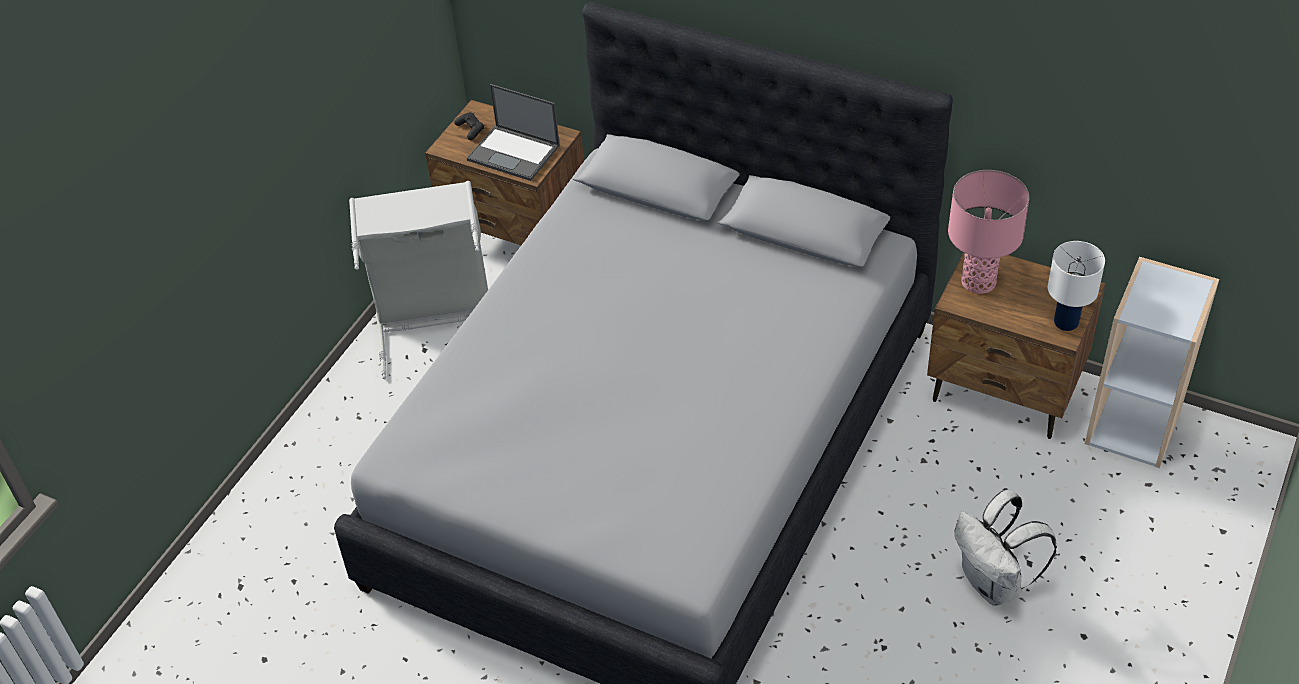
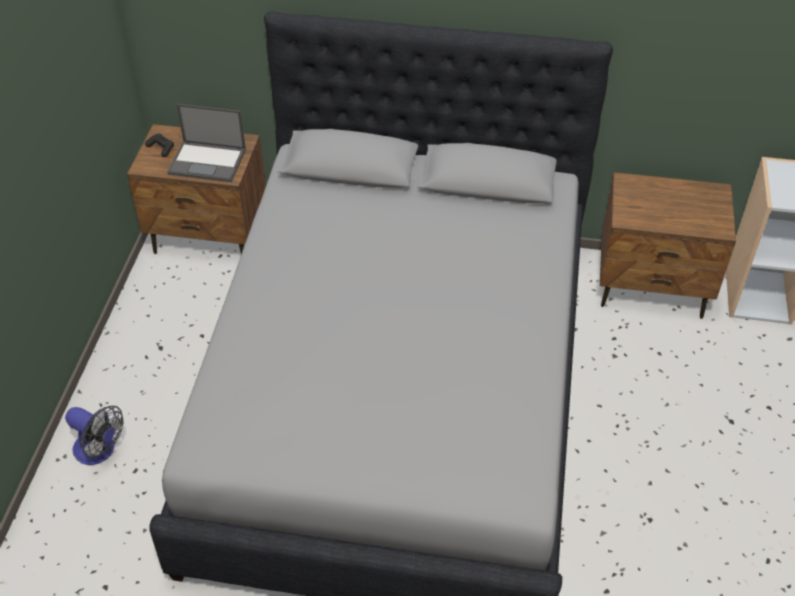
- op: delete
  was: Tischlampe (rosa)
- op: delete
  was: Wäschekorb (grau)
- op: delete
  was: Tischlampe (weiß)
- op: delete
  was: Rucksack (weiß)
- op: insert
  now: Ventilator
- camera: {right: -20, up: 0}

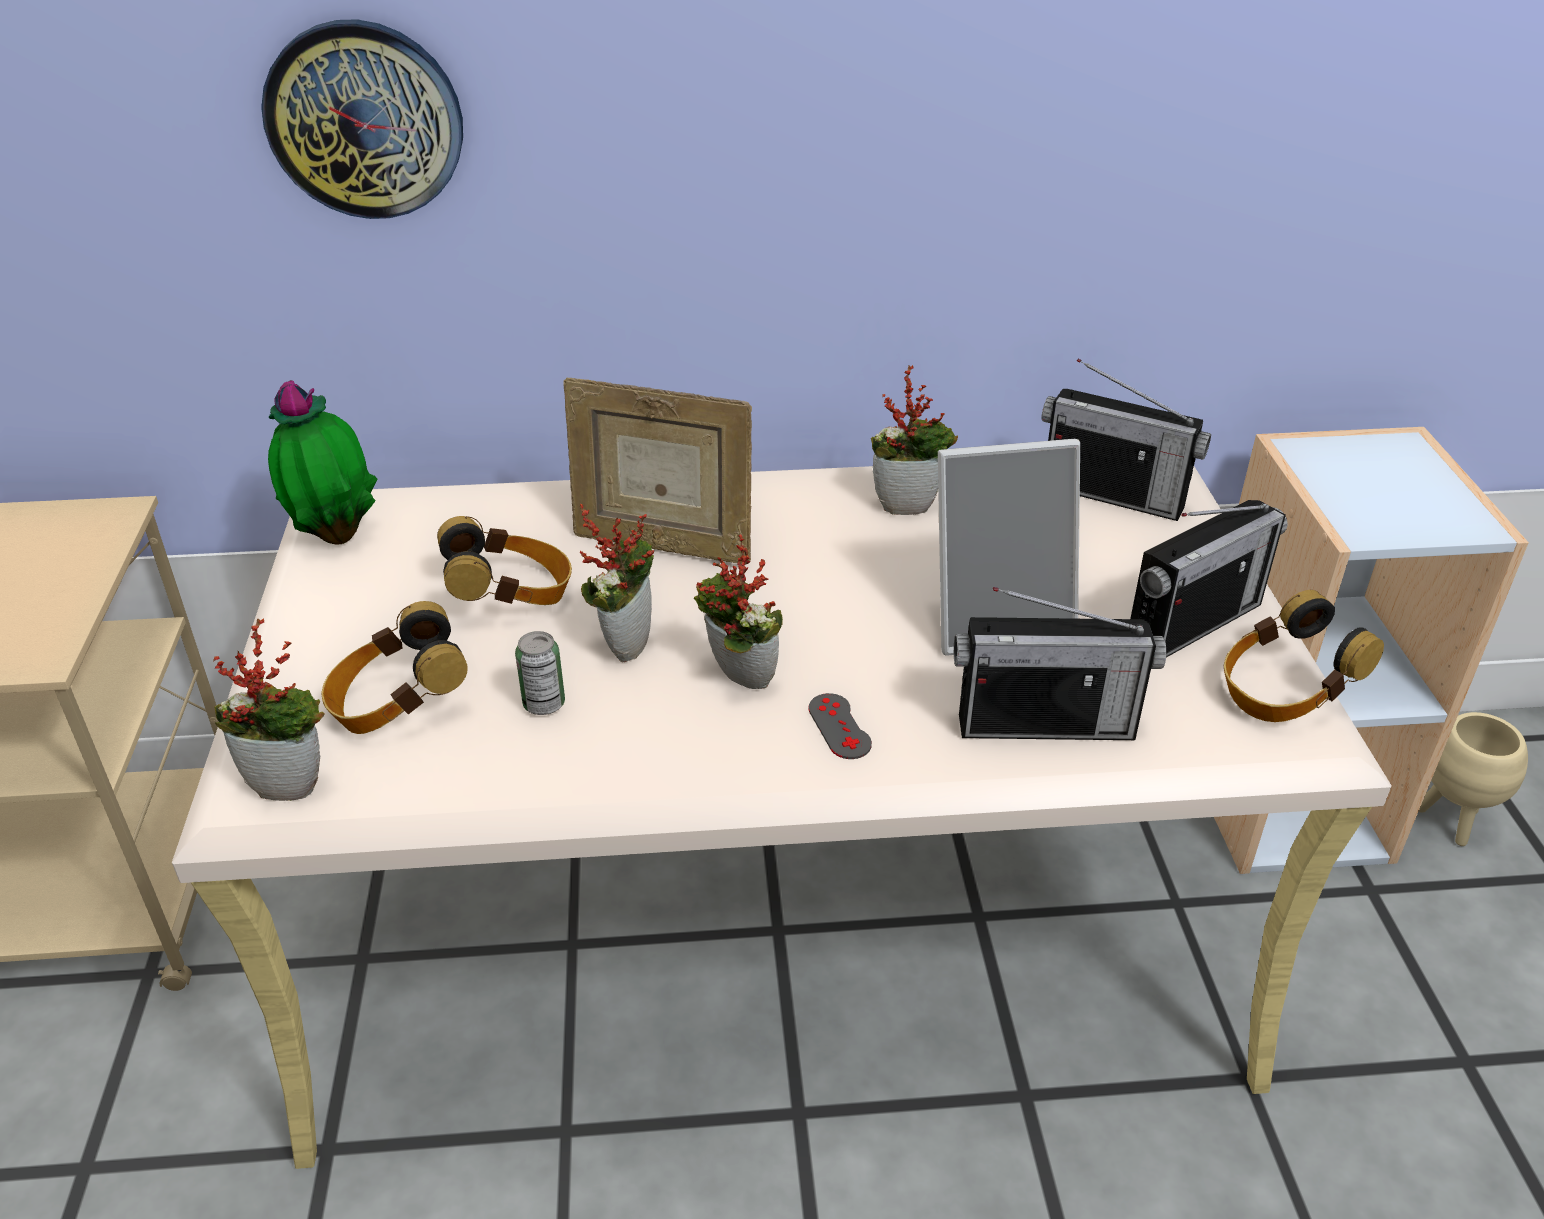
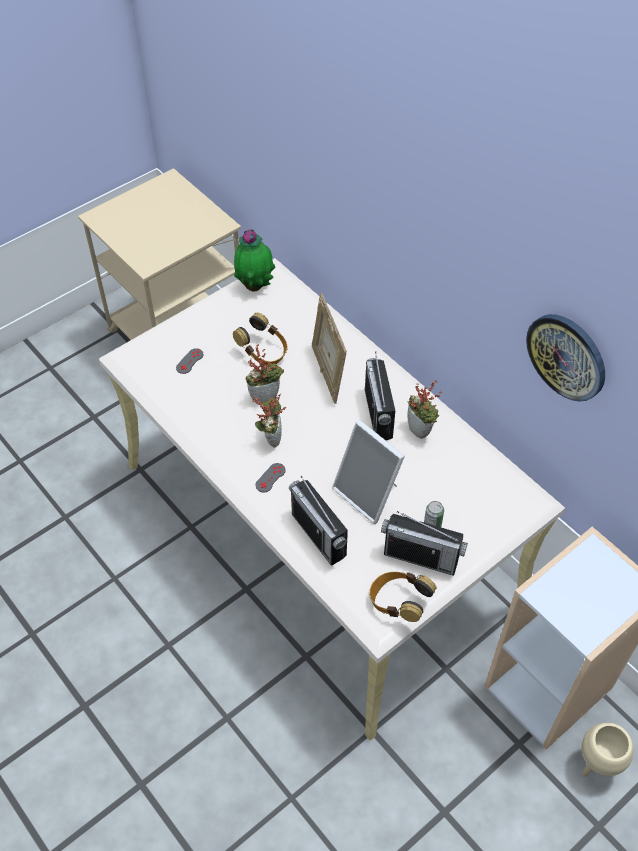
- op: move
  was: Wanduhr
- op: move
  was: Radio (2nd from left)
- op: replace
  was: Kopfhörer (1st from left)
  now: Gamepad (grau) (1st from left)
- op: delete
  was: Topfpflanze (1st from left)
- op: move
  was: Dose
- camera: {right: 55, up: 15}

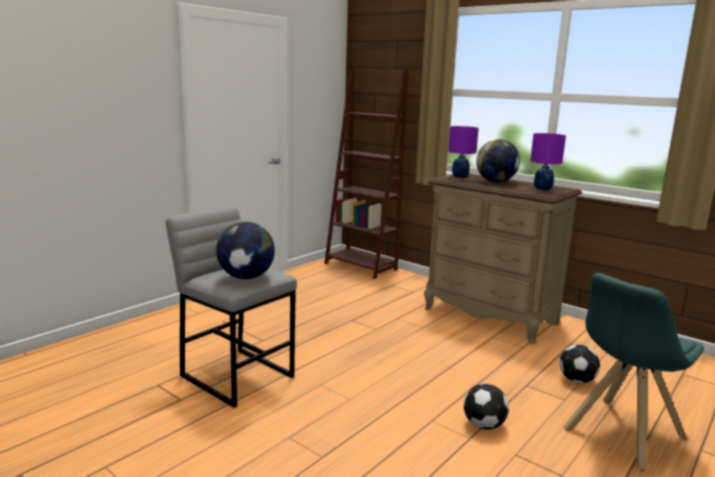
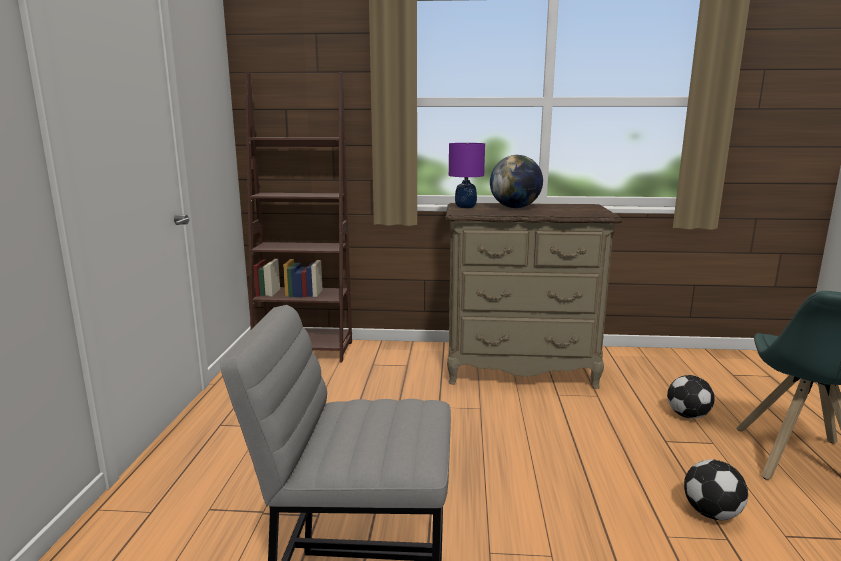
- op: delete
  was: Tischlampe (lila) (2nd from left)
- op: delete
  was: Globus (1st from left)
- camera: {right: -35, up: 0}

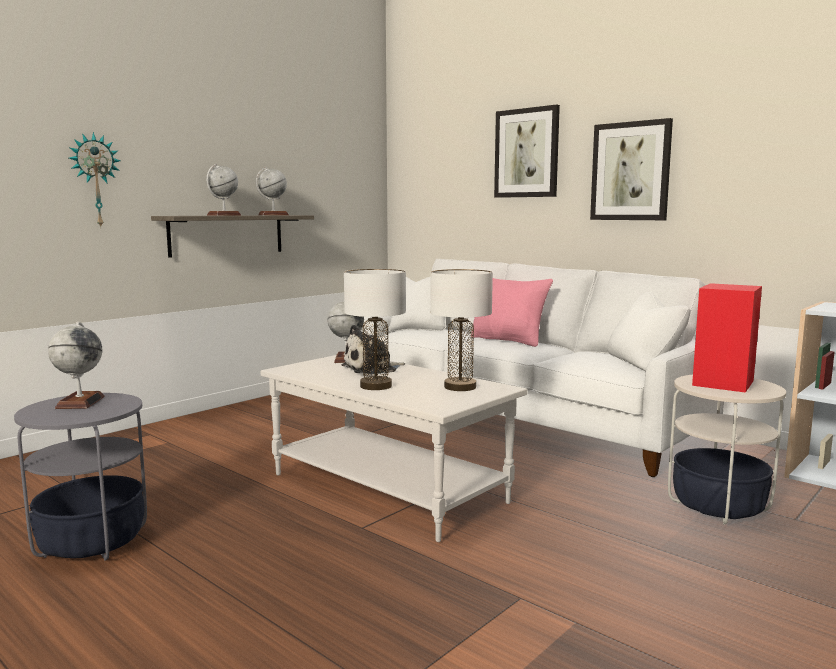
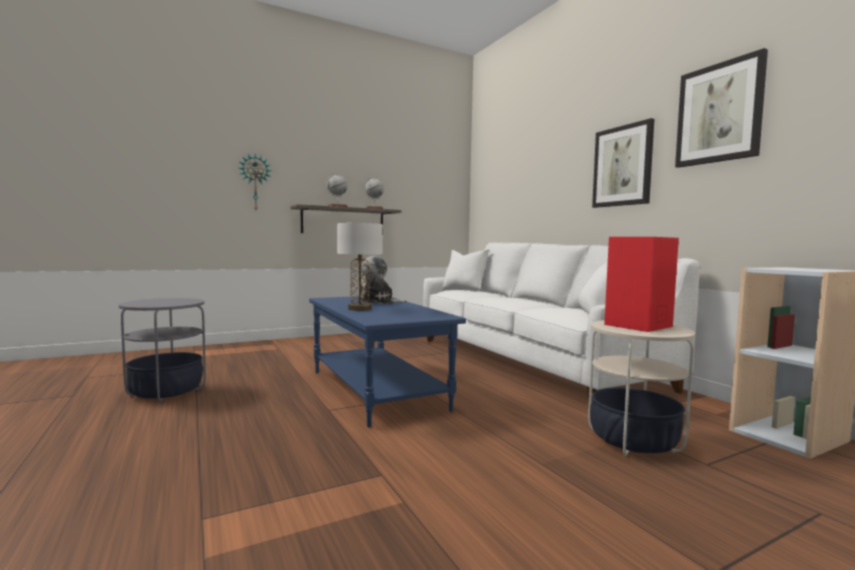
- op: move
  was: Bild (1st from left in the first image)
  now: Bild (2nd from left)
- op: delete
  was: Tischlampe (2nd from left)
- op: delete
  was: Kissen (rosa)
- op: delete
  was: Globus (1st from left)
- op: recolor
  was: Couchtisch (weiß)
  now: Couchtisch (blau)
- camera: {right: 20, up: -5}

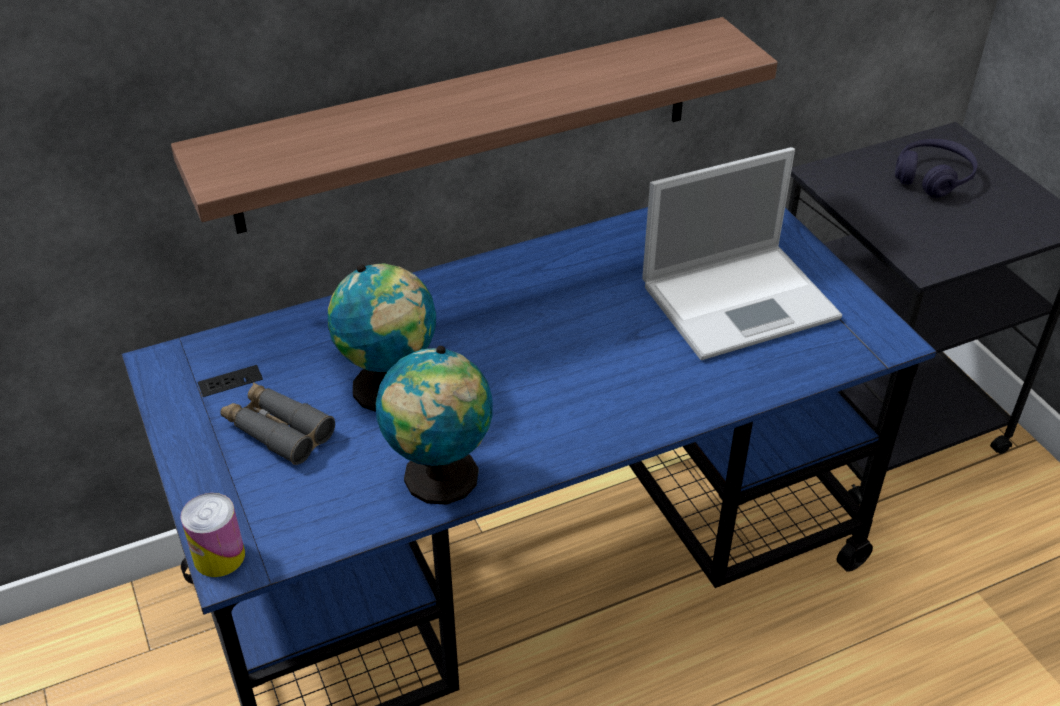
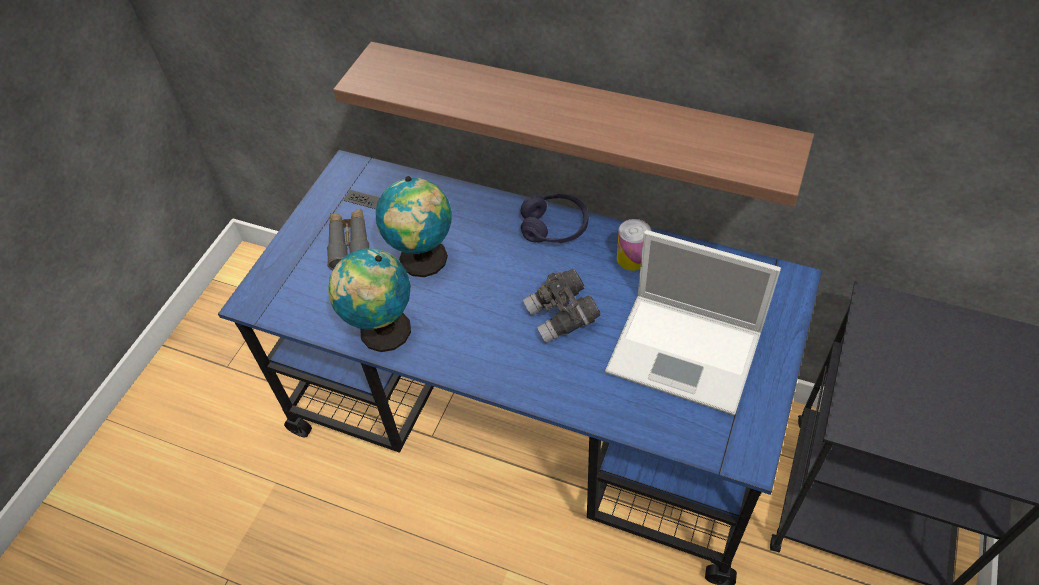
- op: move
  was: Kopfhörer (lila)
- op: move
  was: Dose
- op: insert
  now: Fernglas (grau) (2nd from left)
- camera: {right: 50, up: 10}

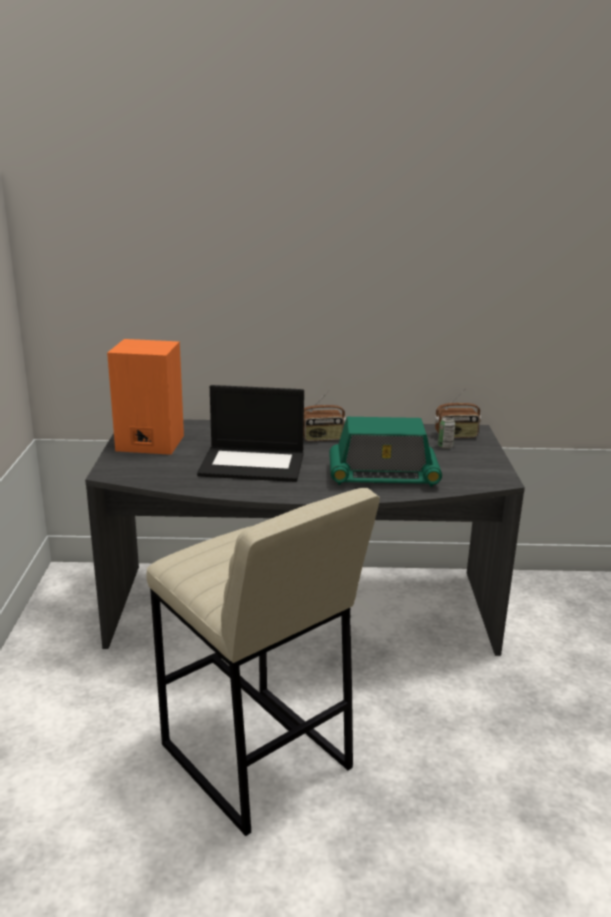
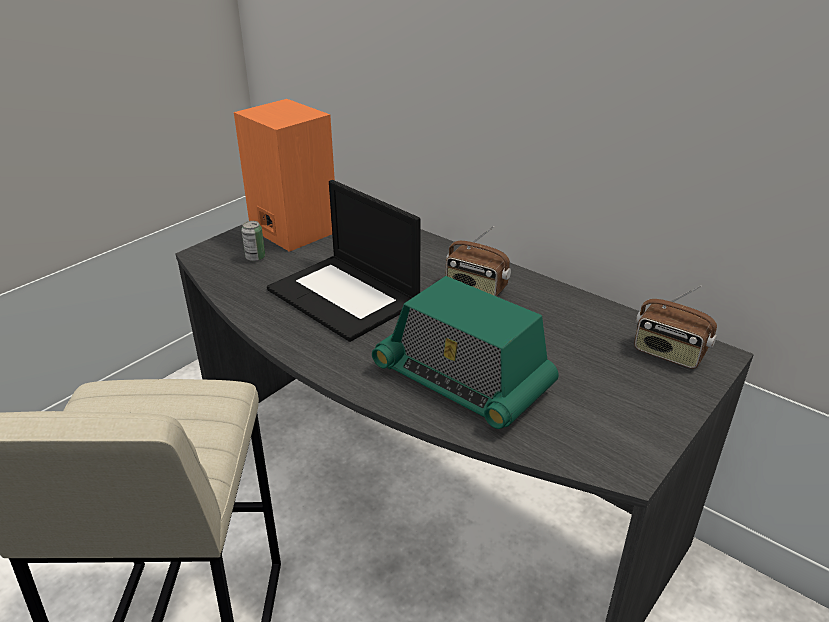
- op: move
  was: Dose
- camera: {right: 40, up: 10}

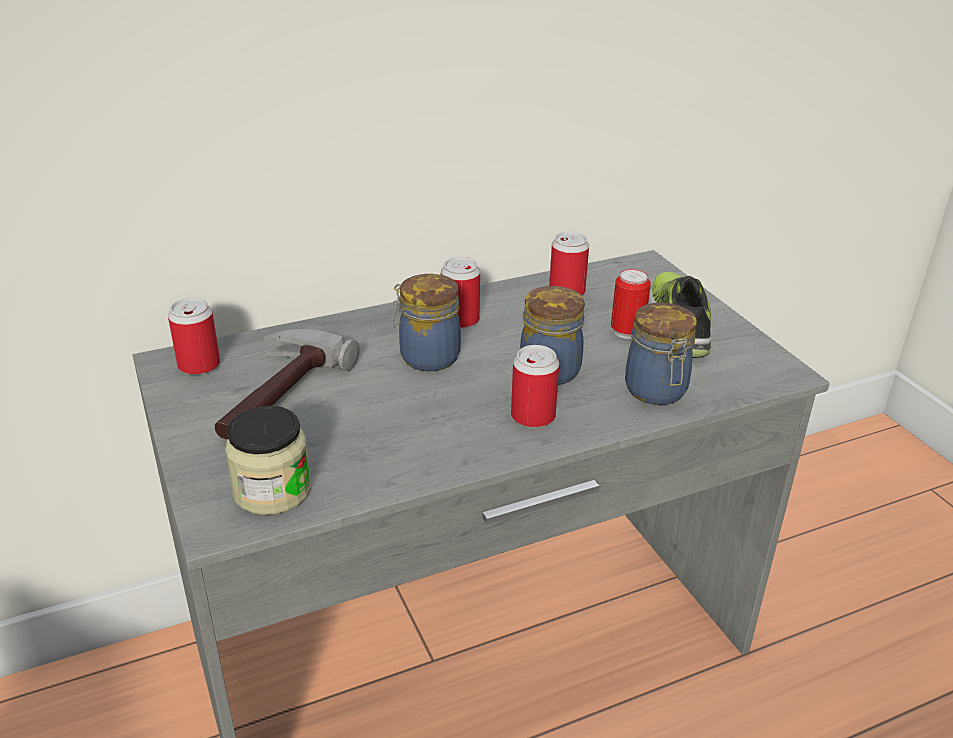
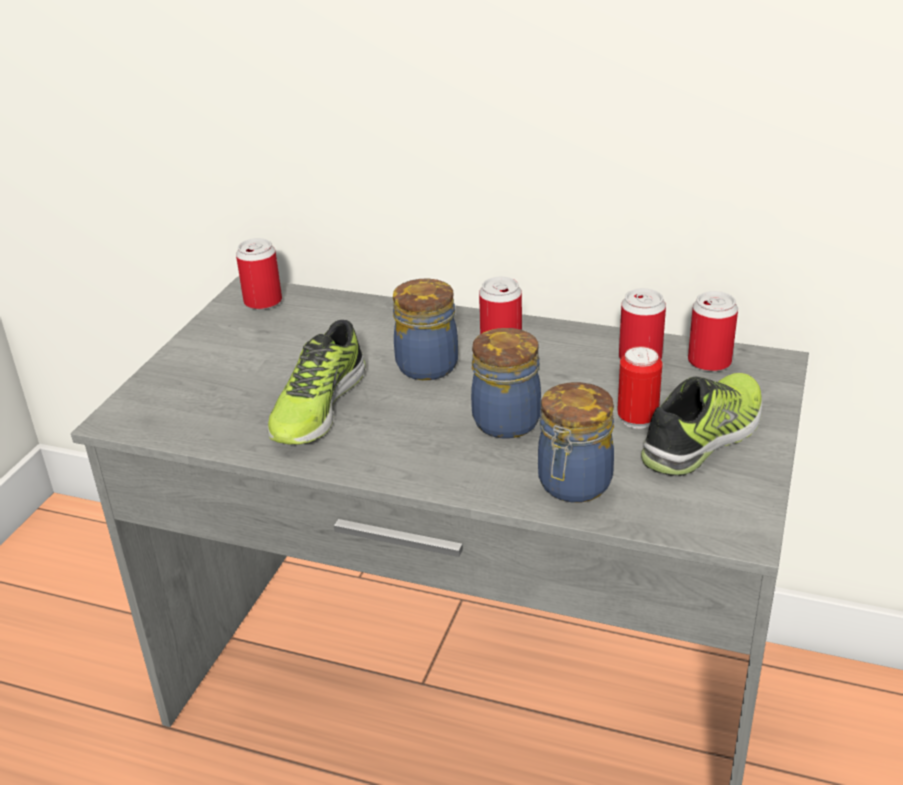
- op: delete
  was: Hammer
- op: move
  was: Dose (3rd from left in the first image)
  now: Dose (5th from left)
- op: delete
  was: Vorratsglas (1st from left)
- op: insert
  now: Schuh (1st from left)
- camera: {right: 45, up: 0}

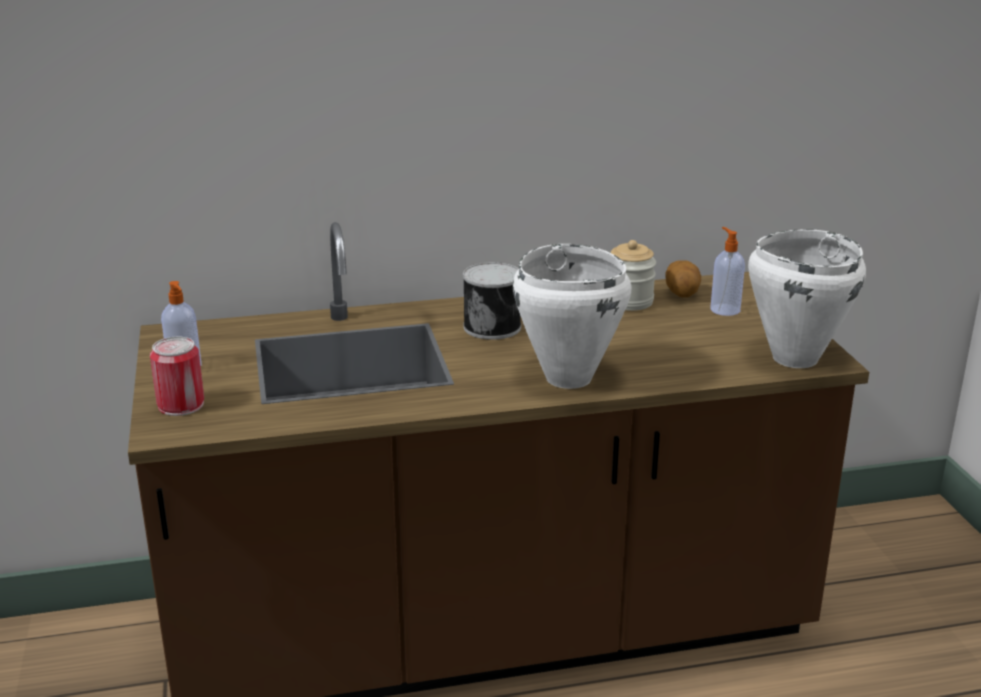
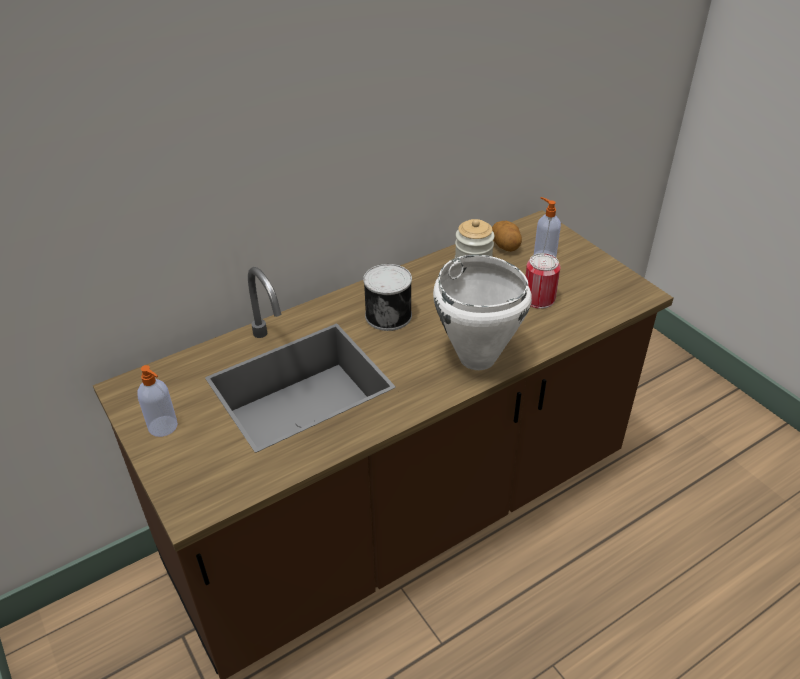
- op: delete
  was: Kochtopf (weiß) (2nd from left)
- op: move
  was: Dose (1st from left in the first image)
  now: Dose (2nd from left)
- camera: {right: -20, up: 15}

